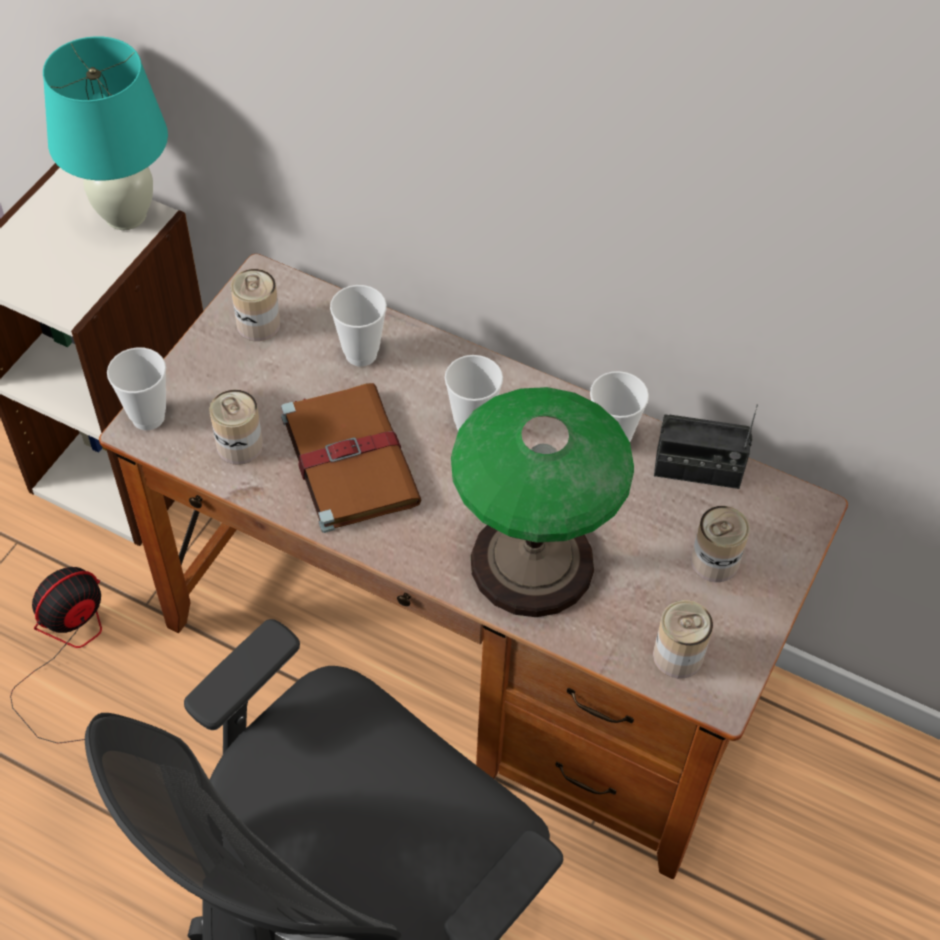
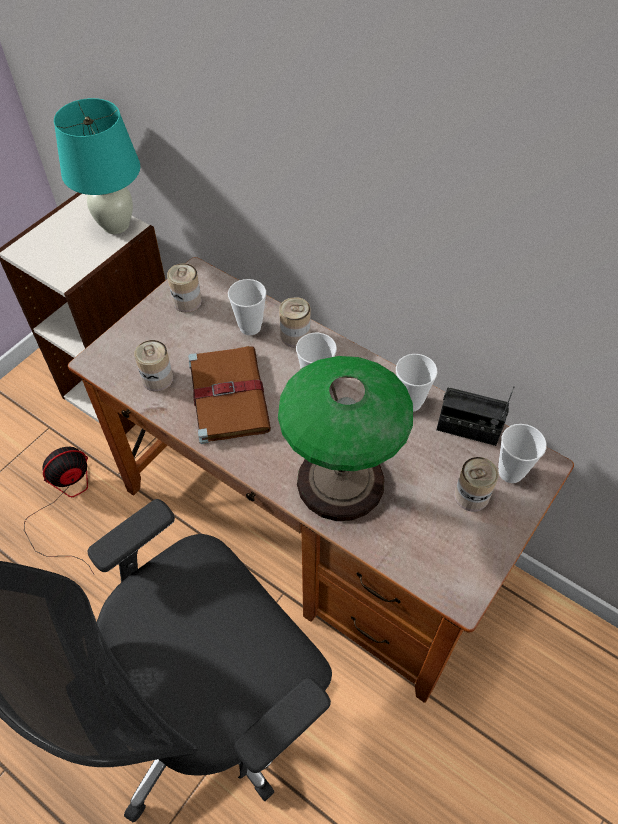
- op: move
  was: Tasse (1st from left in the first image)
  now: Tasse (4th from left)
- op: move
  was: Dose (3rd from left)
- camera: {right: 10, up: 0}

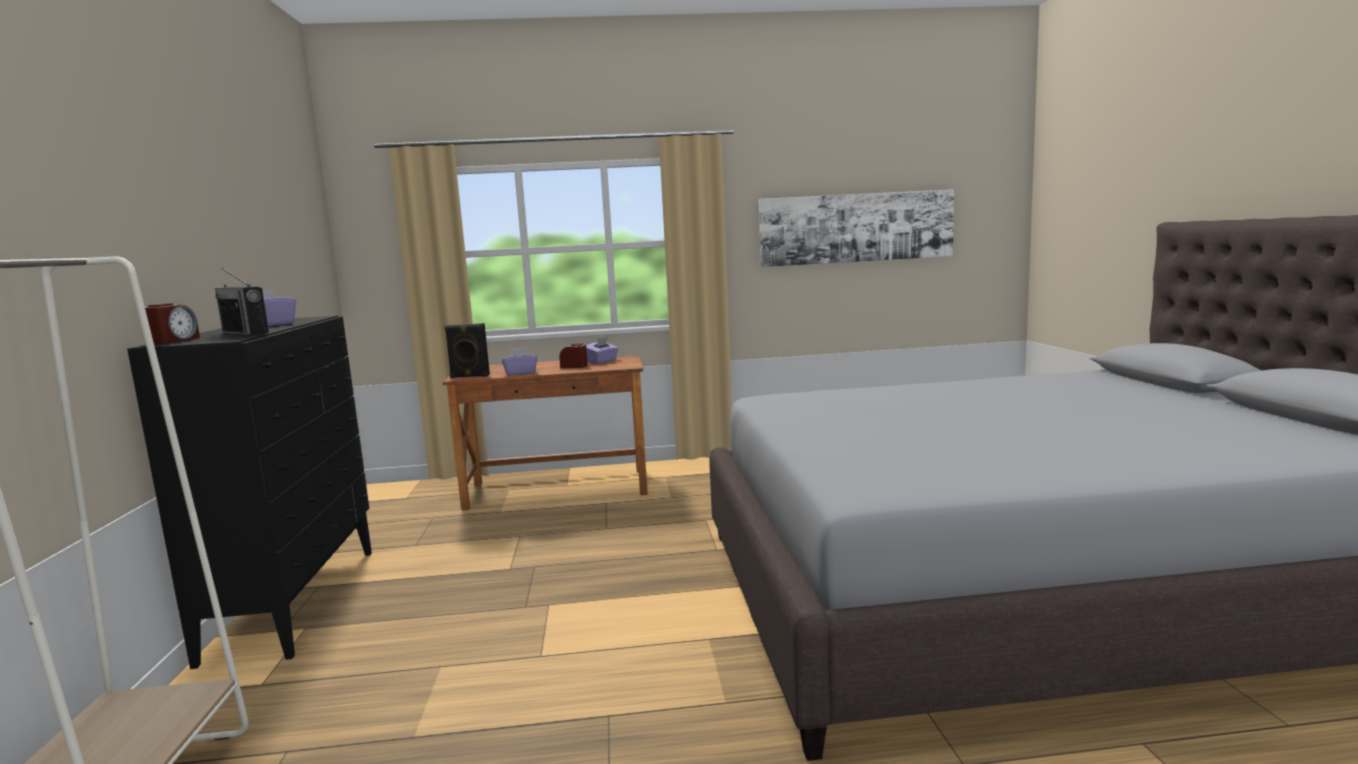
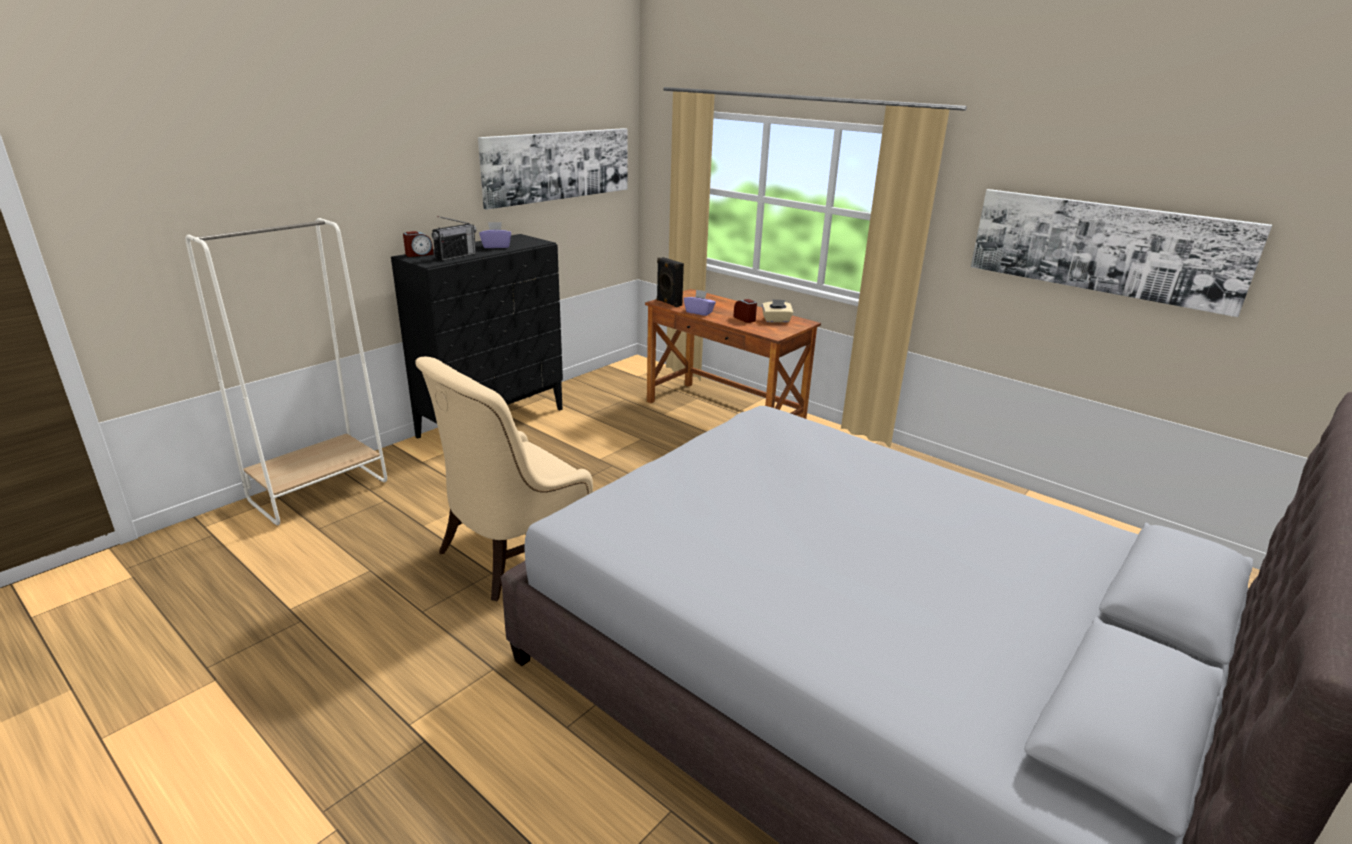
- op: rotate
  was: Radio
  clockwise: -135
- op: recolor
  was: Taschentuchbox (lila) (3rd from left)
  now: Taschentuchbox (beige)
- op: insert
  now: Bild (1st from left)
- op: insert
  now: Stuhl (beige)
- camera: {right: 45, up: 15}

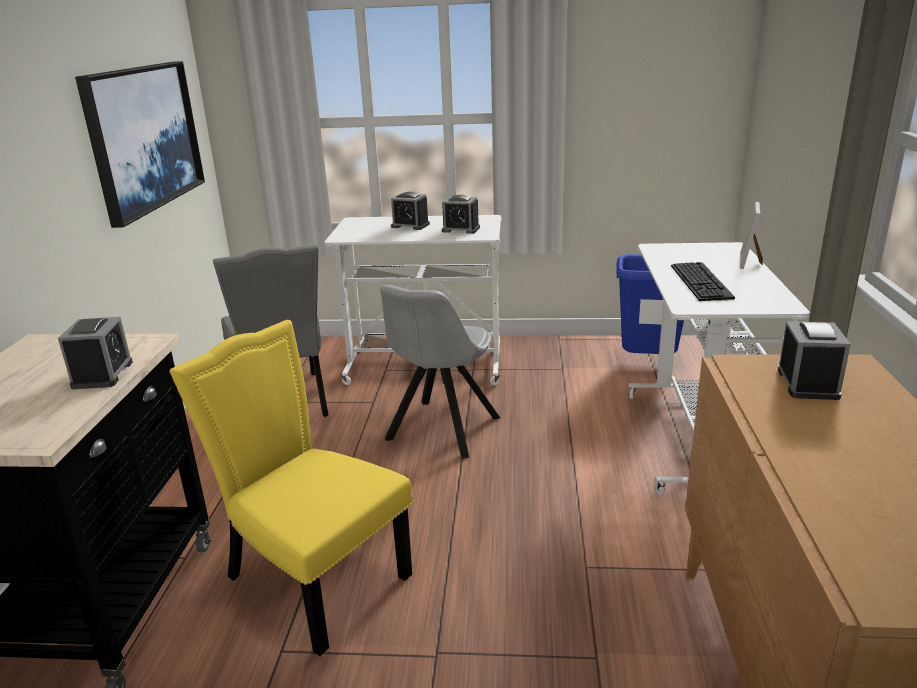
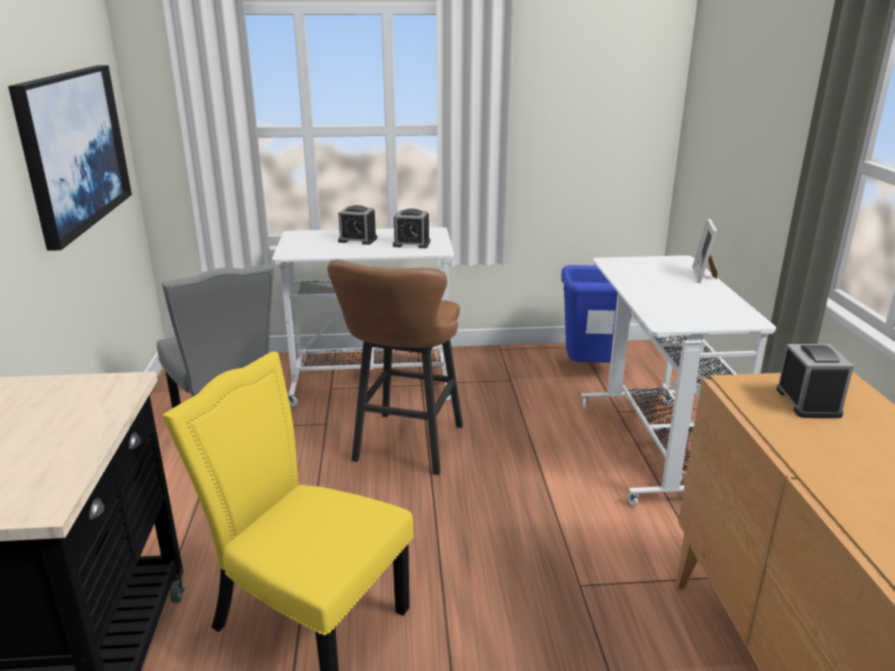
- op: delete
  was: Tastatur
- op: replace
  was: Stuhl (grau) (2nd from left)
  now: Hocker (braun)
- op: delete
  was: Wecker (1st from left)
- camera: {right: -10, up: 0}

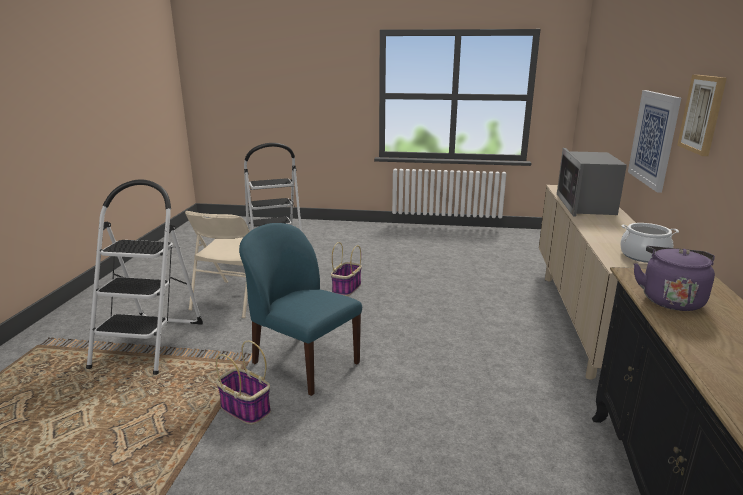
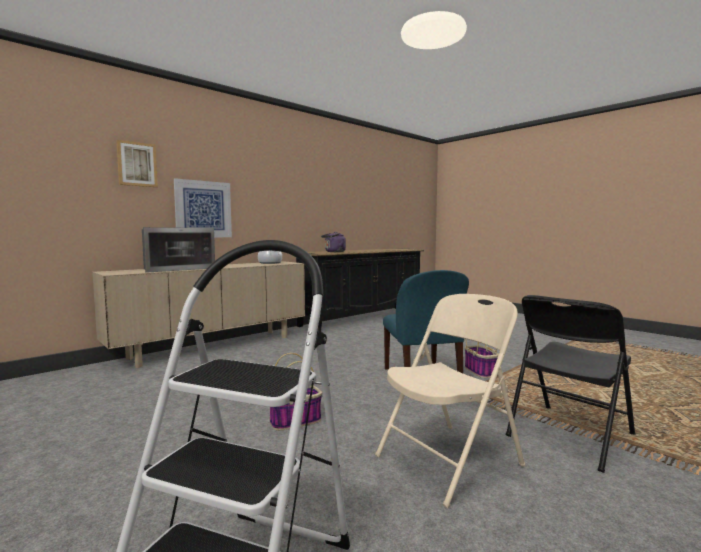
- op: move
  was: Bild (2nd from left in the first image)
  now: Bild (1st from left)
- op: replace
  was: Trittleiter (1st from left)
  now: Stuhl (schwarz)
- camera: {right: -140, up: -15}

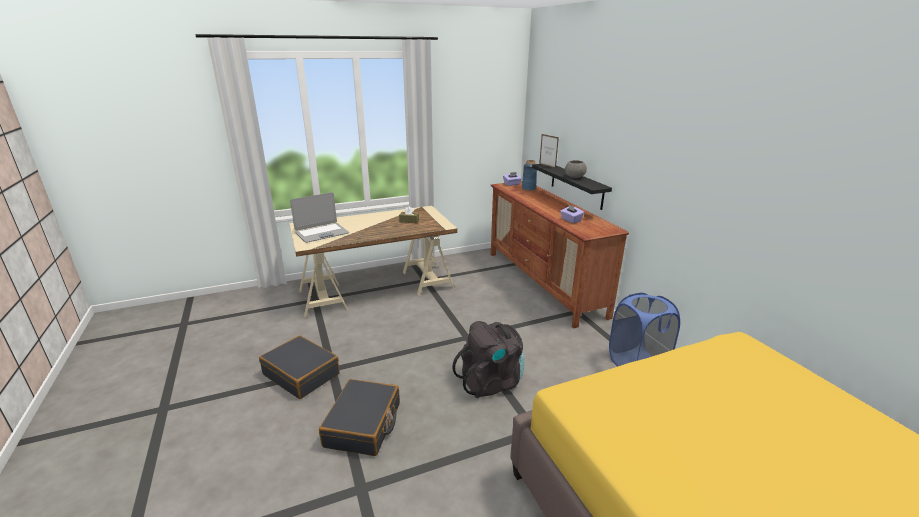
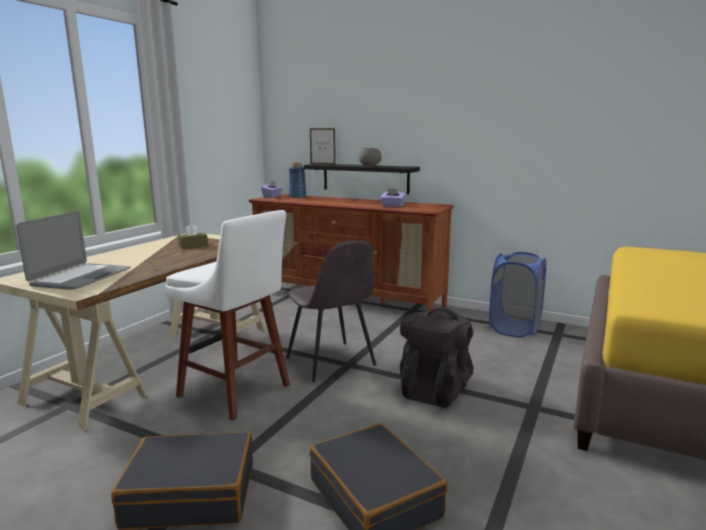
- op: insert
  now: Hocker (weiß)
- op: insert
  now: Stuhl (grau)
- camera: {right: -40, up: -10}

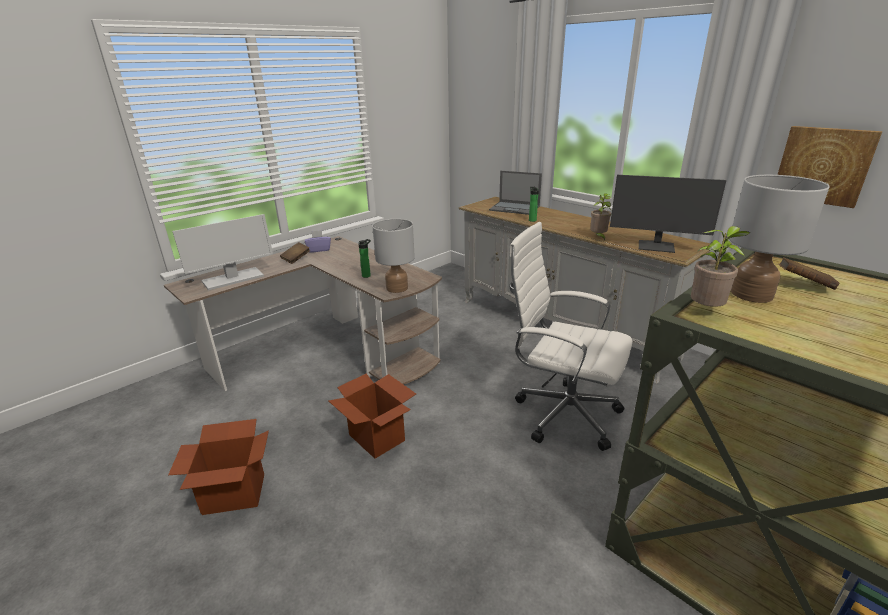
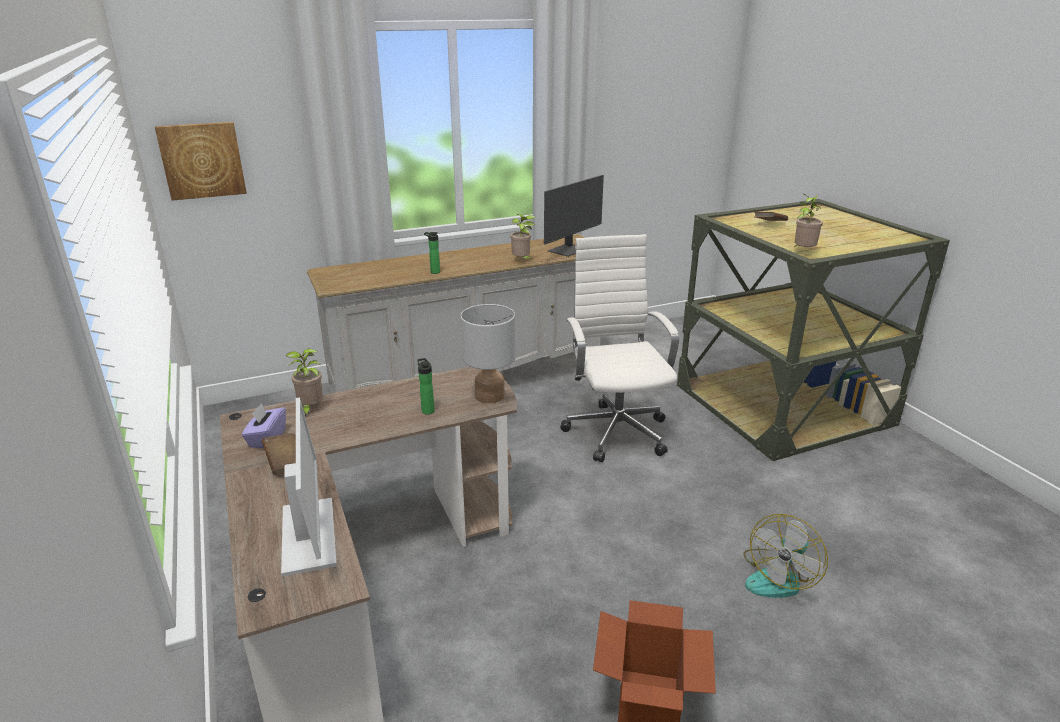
- op: move
  was: Bild
- op: delete
  was: Laptop
- op: delete
  was: Tischlampe (grau) (2nd from left)
- op: rotate
  was: Bürostuhl (weiß)
  clockwise: 120
- op: delete
  was: Karton (2nd from left)
- op: insert
  now: Topfpflanze (1st from left)
- op: insert
  now: Ventilator
- camera: {right: -70, up: 0}

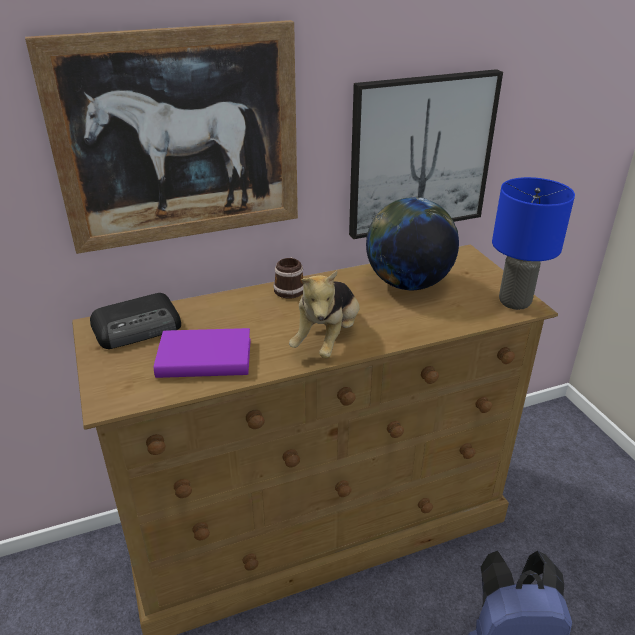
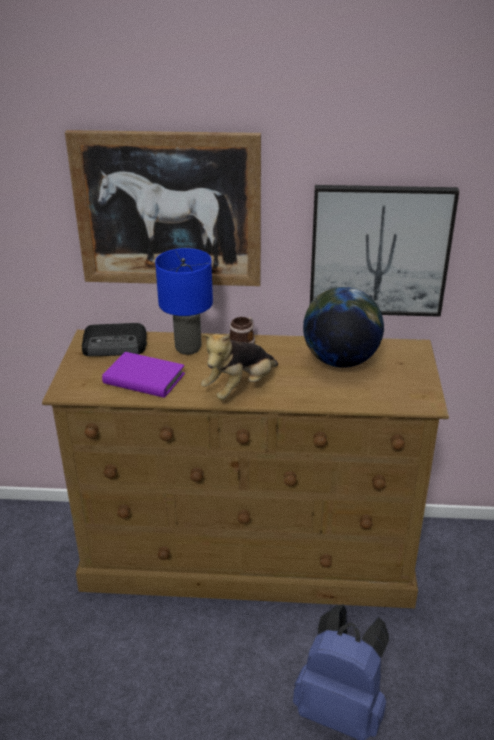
- op: move
  was: Tischlampe (blau)
- camera: {right: 25, up: 0}

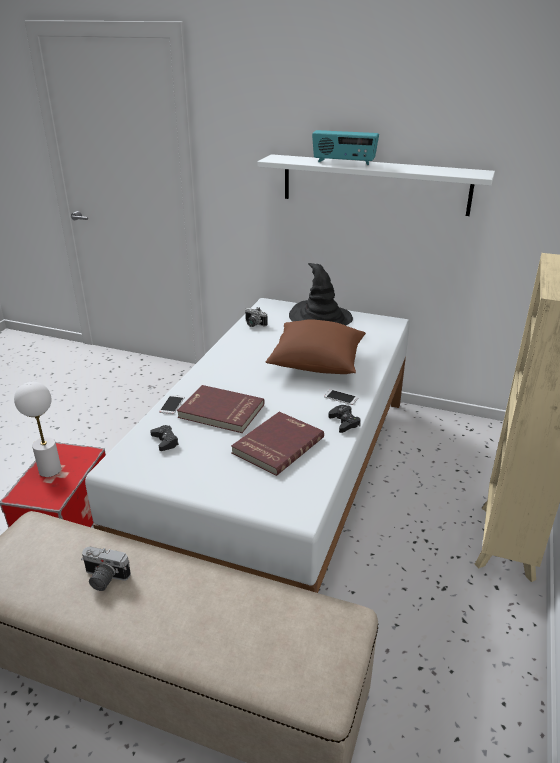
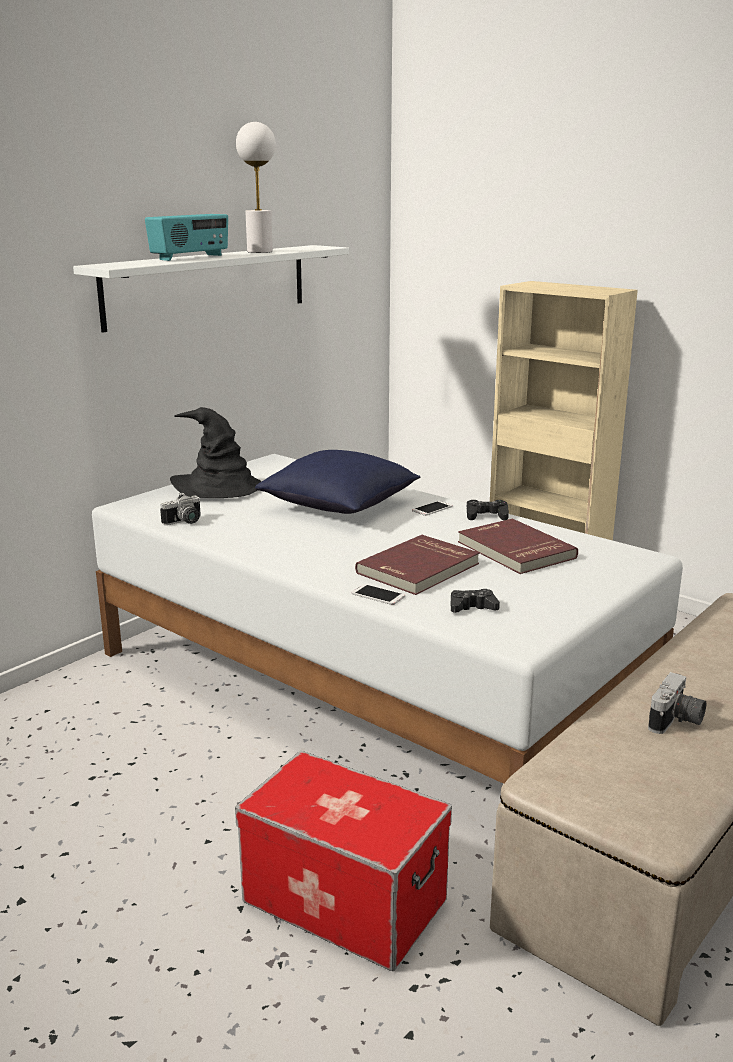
- op: recolor
  was: Kissen (braun)
  now: Kissen (blau)
- op: move
  was: Tischlampe (weiß)
- camera: {right: -70, up: -10}

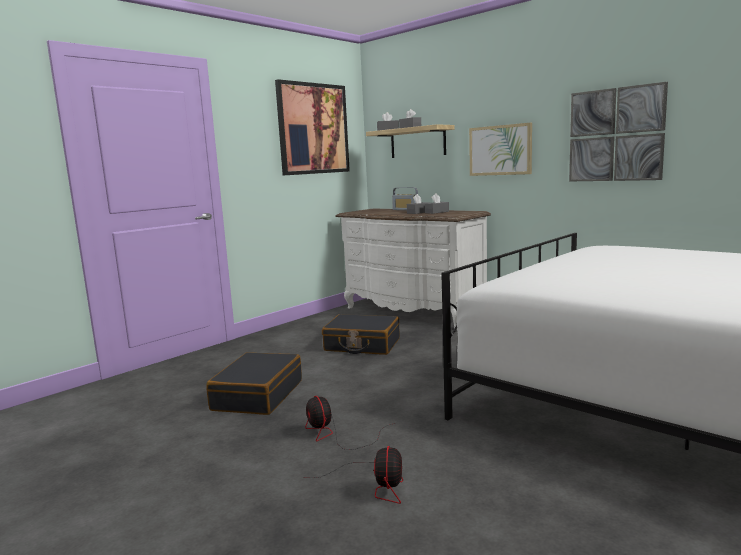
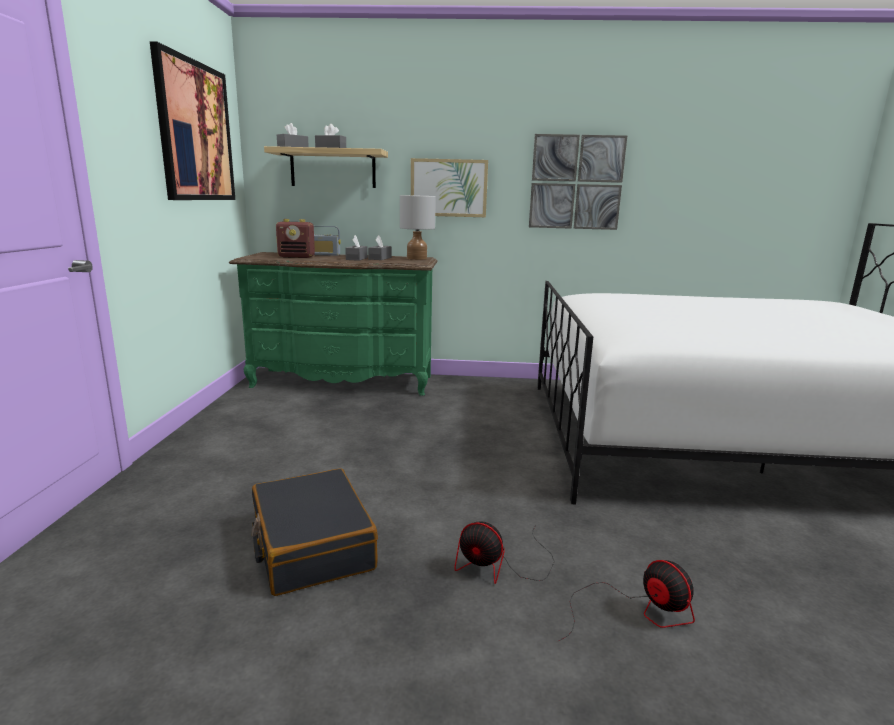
- op: recolor
  was: Kommode (weiß)
  now: Kommode (grün)
- op: delete
  was: Koffer (schwarz) (2nd from left)
- op: insert
  now: Tischlampe (grau)
- op: insert
  now: Radio (1st from left)
- camera: {right: -40, up: 5}

